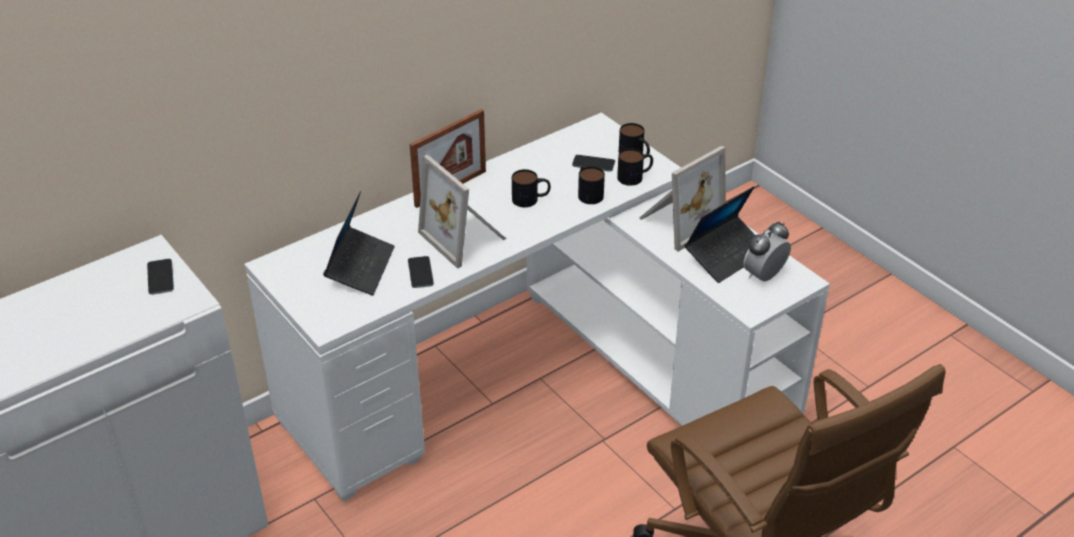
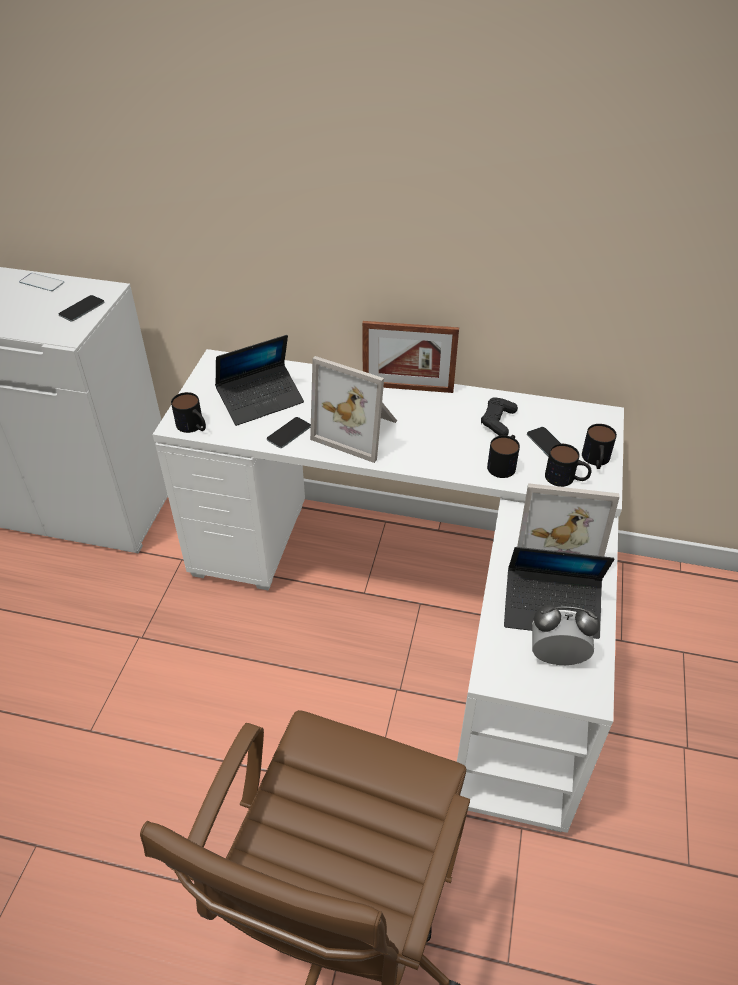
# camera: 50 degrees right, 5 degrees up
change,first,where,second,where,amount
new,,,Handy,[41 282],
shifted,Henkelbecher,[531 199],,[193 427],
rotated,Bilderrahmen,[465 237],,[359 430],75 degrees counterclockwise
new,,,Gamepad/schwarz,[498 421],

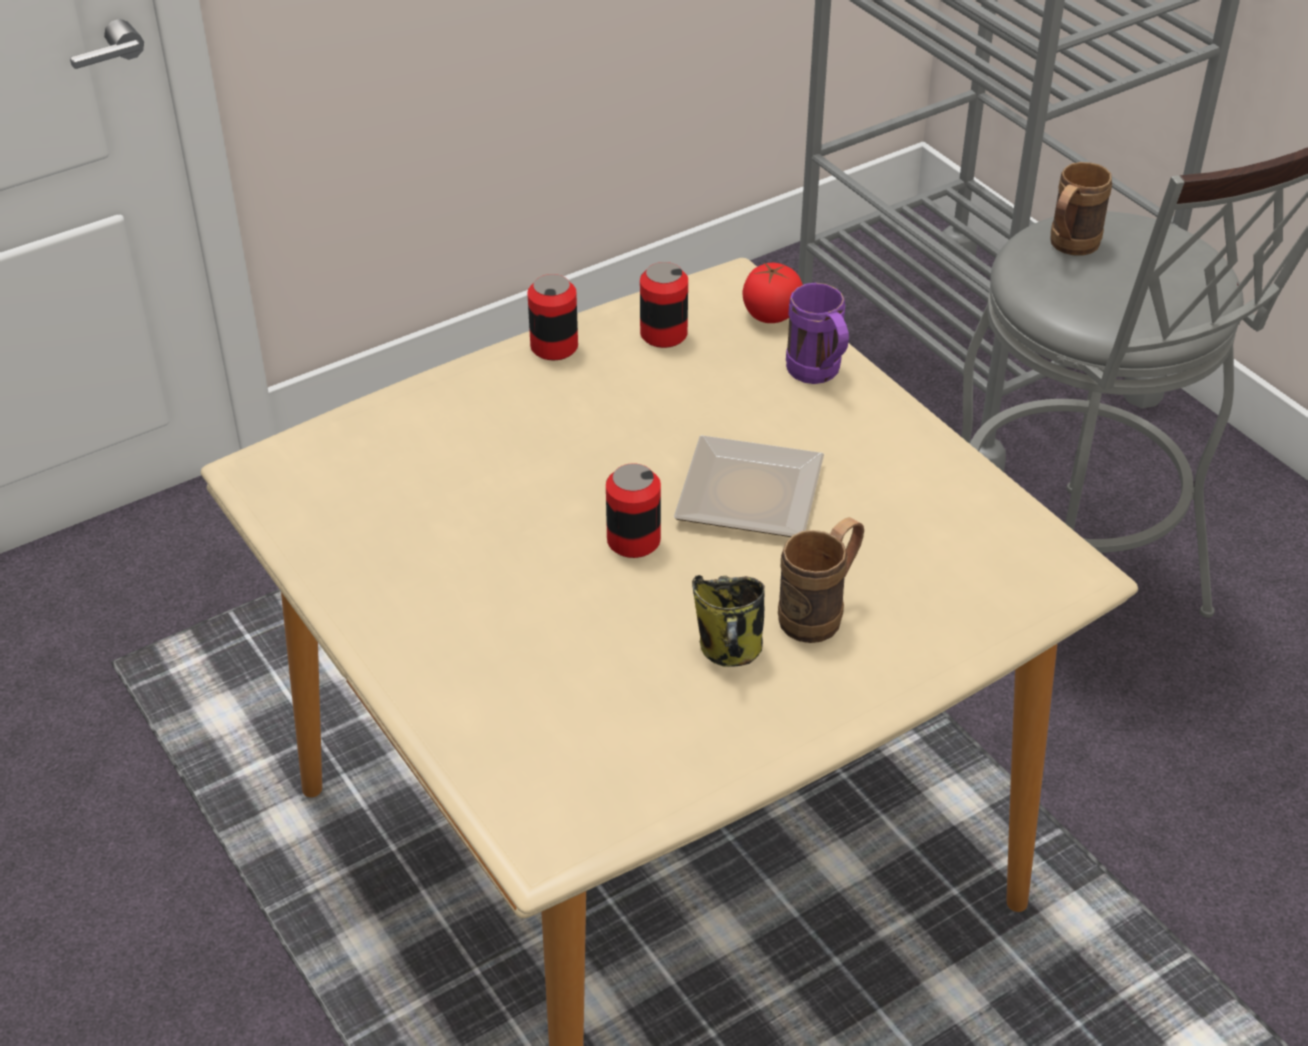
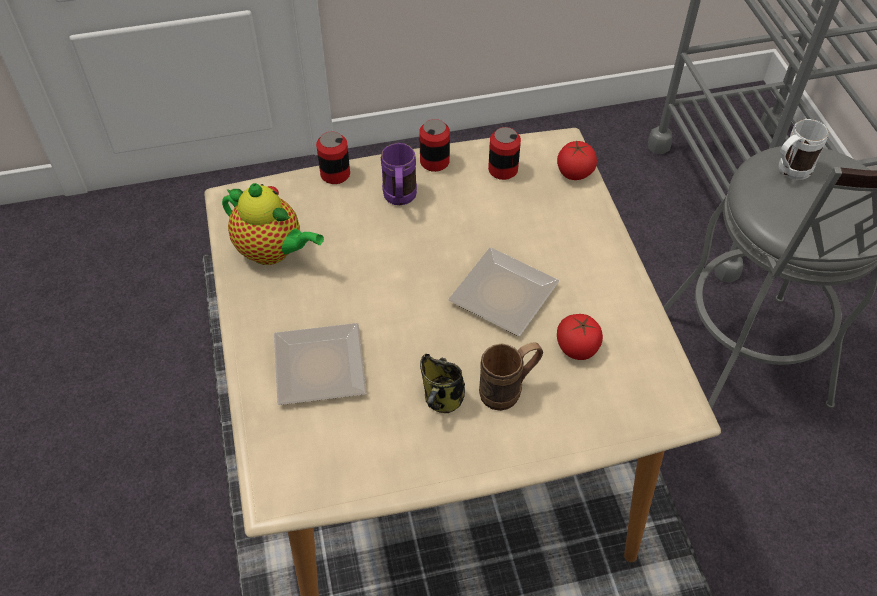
# camera: 20 degrees right, 10 degrees up
change,first,where,second,where,amount
new,,,Teekanne,[273 251],
new,,,Teller,[322 364],
shifted,Dose,[633 540],,[335 174],
shifted,Henkelbecher/lila,[818 376],,[399 200],
new,,,Tomate,[577 347],
repainted,Henkelbecher/braun,[1068 248],Henkelbecher/weiß,[788 172],

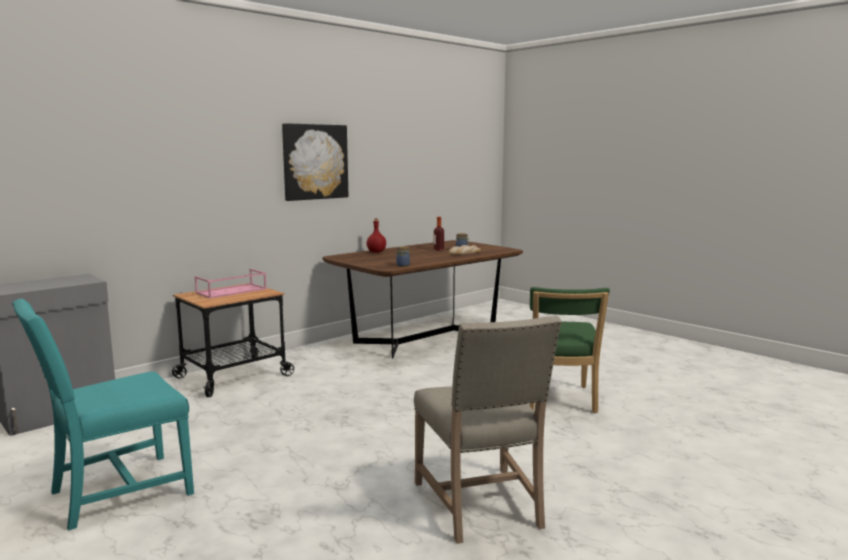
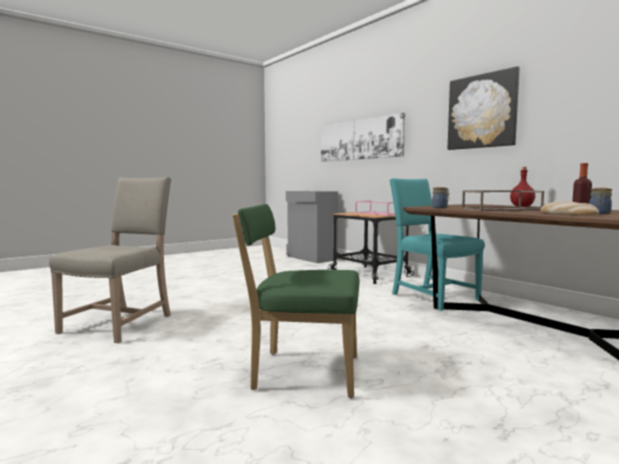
# camera: 95 degrees right, 5 degrees down
change,first,where,second,where,amount
rotated,Stuhl/beige,[481 505],,[121 323],120 degrees clockwise
new,,,Bild,[359 140],
shifted,Stuhl/türkis,[116 492],,[431 297],
new,,,Tablett/braun,[501 209],

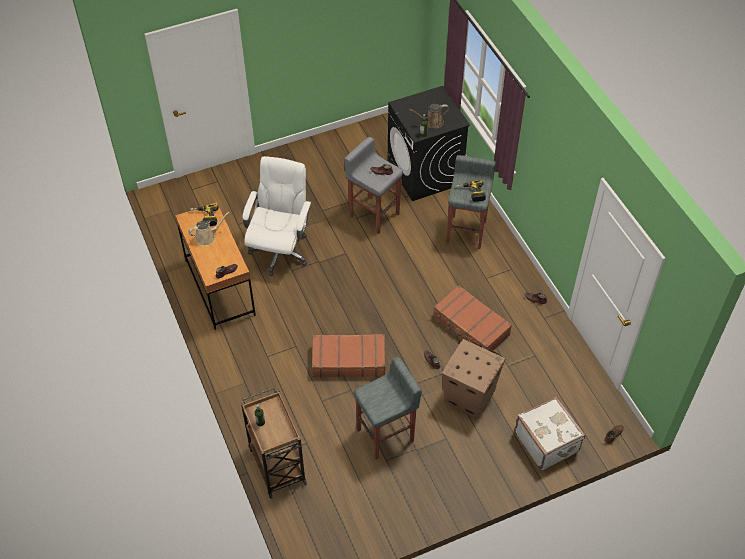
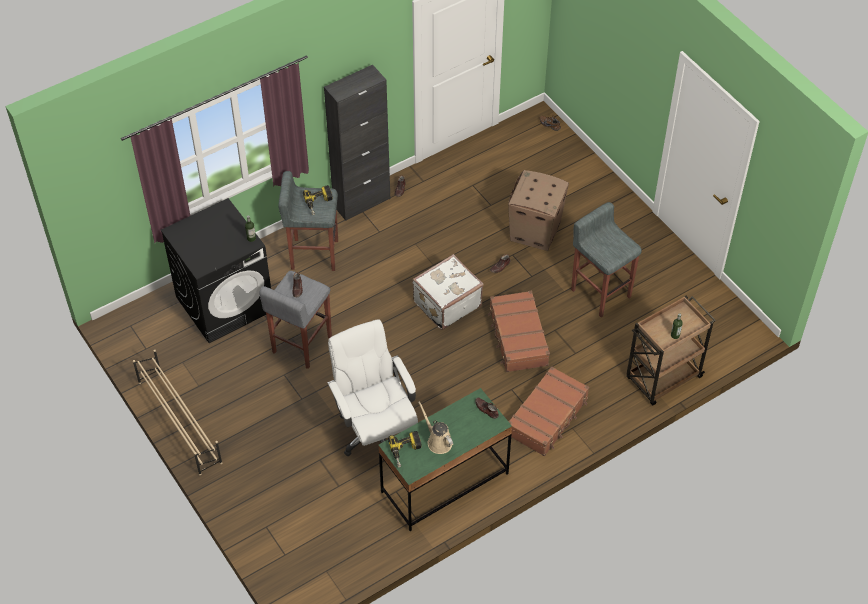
# camera: 100 degrees left, 0 degrees up
change,first,where,second,where,amount
new,,,Schuhregal/beige,[179 421],
new,,,Schrank/schwarz,[361 202],
rotated,Bürostuhl/weiß,[280 250],,[375 431],60 degrees clockwise
repainted,Schreibtisch/braun,[220 287],Schreibtisch/grün,[444 483],
shifted,Koffer/weiß,[547 441],,[446 303],
shifted,Koffer/braun,[471 326],,[548 417],
gone,Gießkanne/braun,[432 122],,,

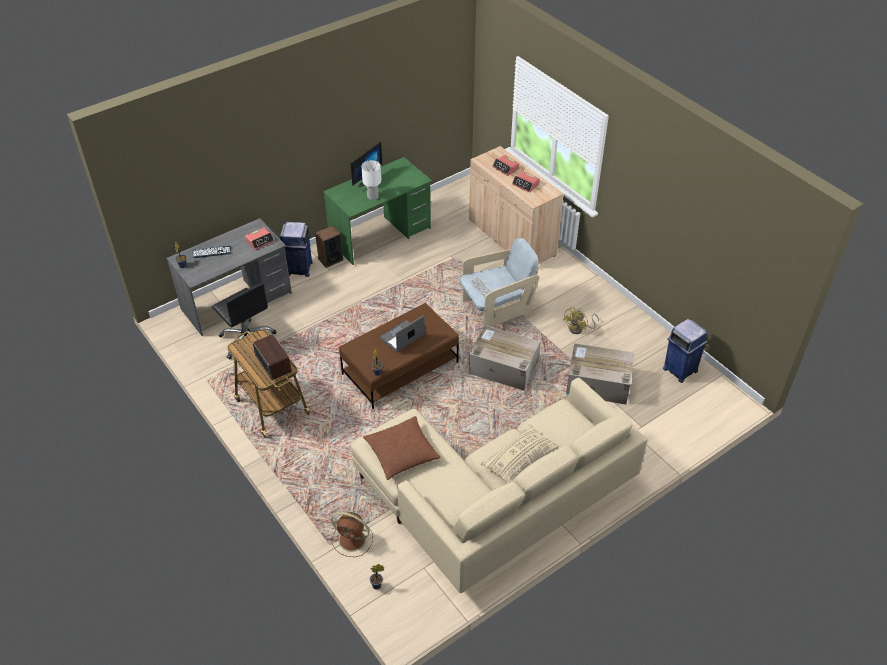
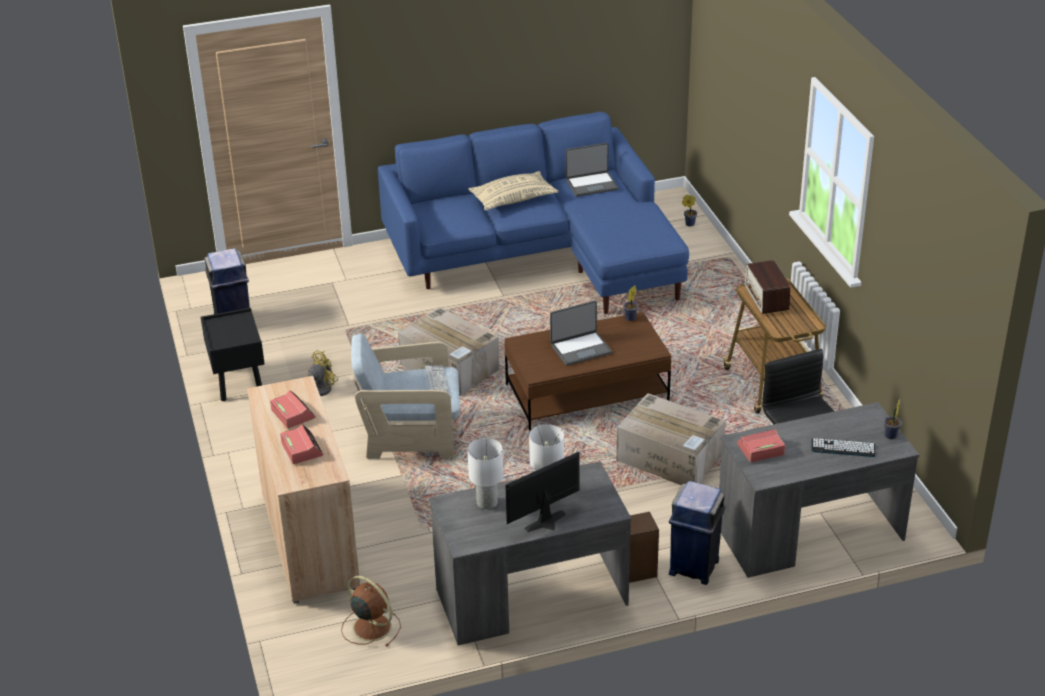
# camera: 160 degrees left, 10 degrees down
change,first,where,second,where,amount
new,,,Nachttisch/schwarz,[237 380],
shifted,Ventilator/braun,[353 540],,[370 626],
repainted,Sofa/beige,[494 502],Sofa/blau,[541 256],
repainted,Schreibtisch/grün,[380 235],Schreibtisch/grau,[531 597],
new,,,Tischlampe/weiß,[487 503],
new,,,Laptop,[591 184],
shifted,Karton,[597 383],,[671 458],
gone,Kissen/braun,[402 452],,,

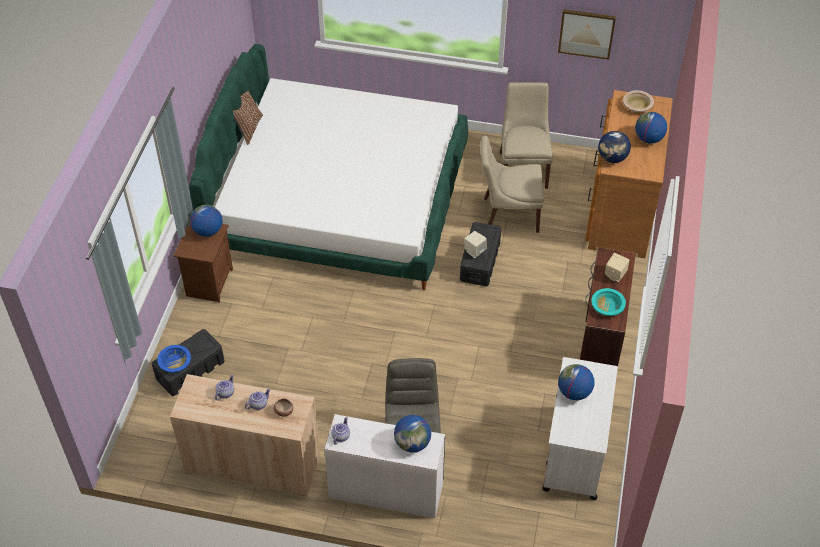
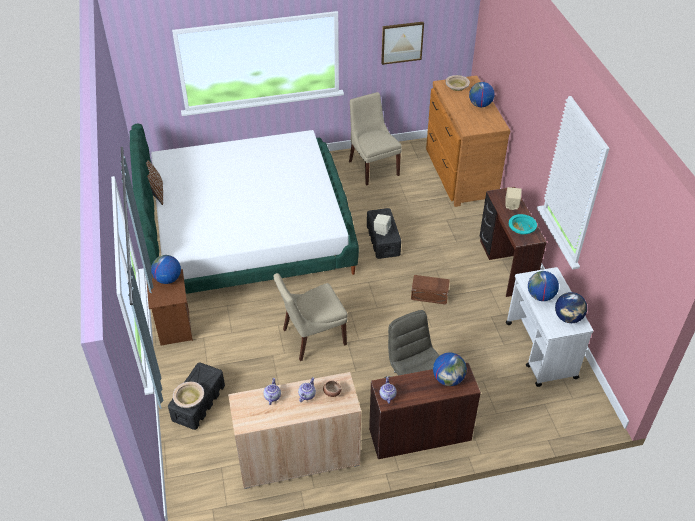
# camera: 25 degrees left, 5 degrees down
change,first,where,second,where,amount
repainted,Schüssel/blau,[175 362],Schüssel/beige,[189 398],
shifted,Stuhl/beige,[508 215],,[312 337],
repainted,Schreibtisch/weiß,[386 489],Schreibtisch/braun,[419 434],
new,,,Aufbewahrungsbox/braun,[430 296],
shifted,Globus,[612 158],,[568 318],

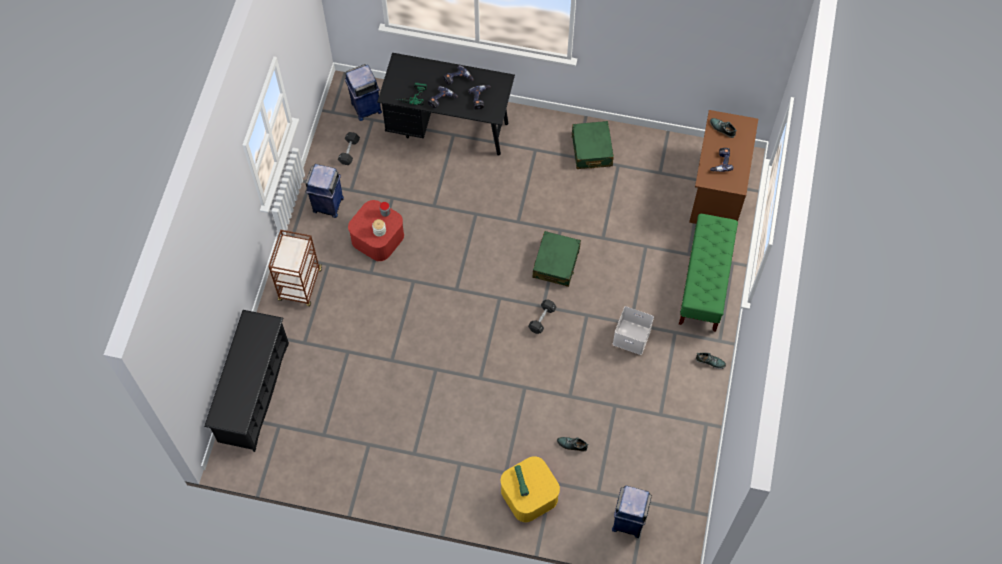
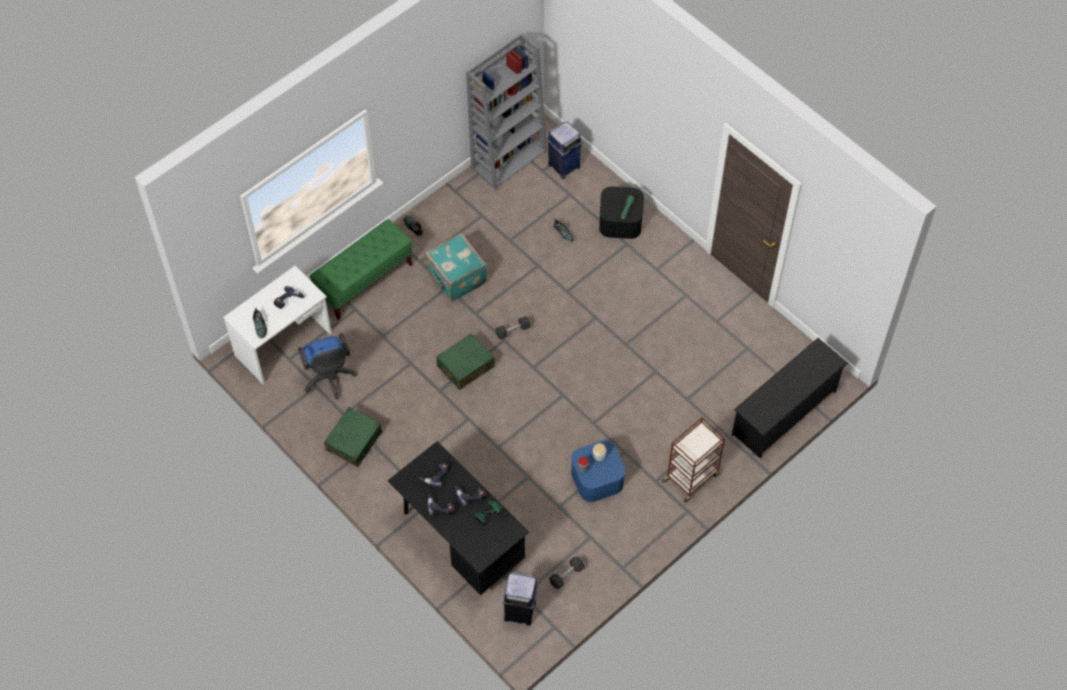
# camera: 145 degrees left, 5 degrees down
change,first,where,second,where,amount
repainted,Schreibtisch/braun,[717 189],Schreibtisch/weiß,[284 344],
new,,,Bürostuhl/blau,[329 379],
swapped,Aufbewahrungsbox/weiß,[630 337],Koffer/türkis,[456 278],
new,,,Bücherregal/grau,[509 159],
repainted,Aufbewahrungsbox/rot,[378 237],Aufbewahrungsbox/blau,[597 478],
repainted,Aufbewahrungsbox/gelb,[529 494],Aufbewahrungsbox/schwarz,[620 220],
gone,Mülleimer/blau,[328 205],,,

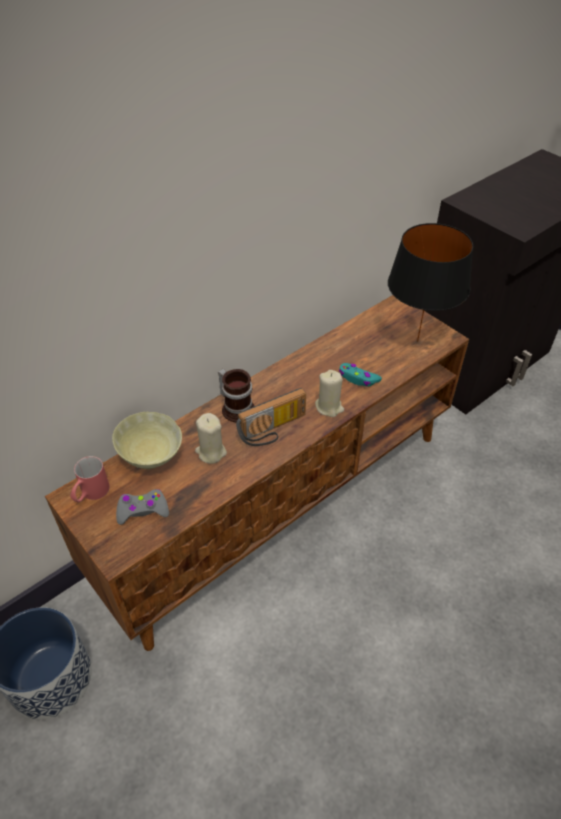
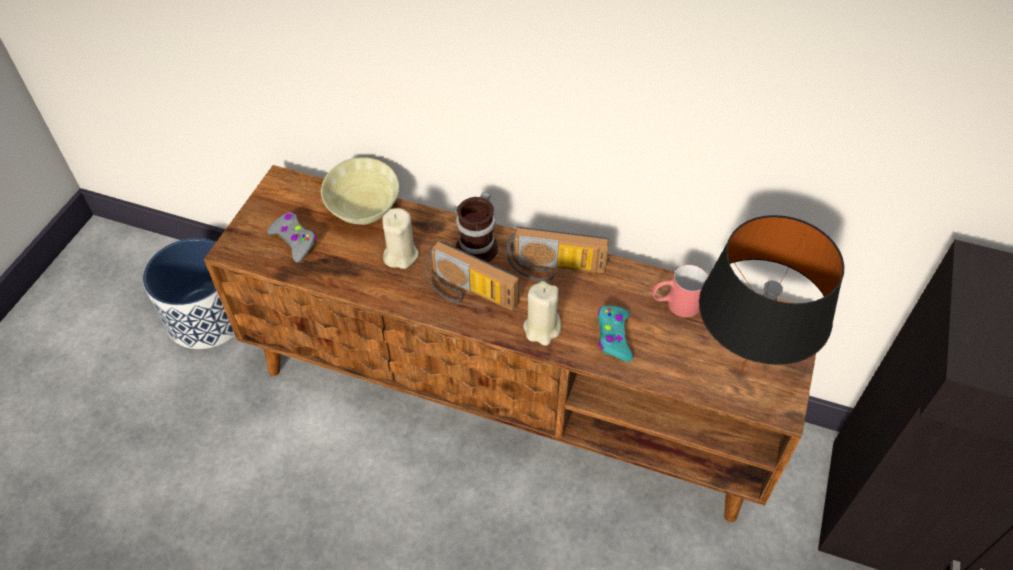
# camera: 60 degrees right, 5 degrees up
change,first,where,second,where,amount
new,,,Radio,[555 270],
shifted,Henkelbecher/rot,[91 494],,[675 304],

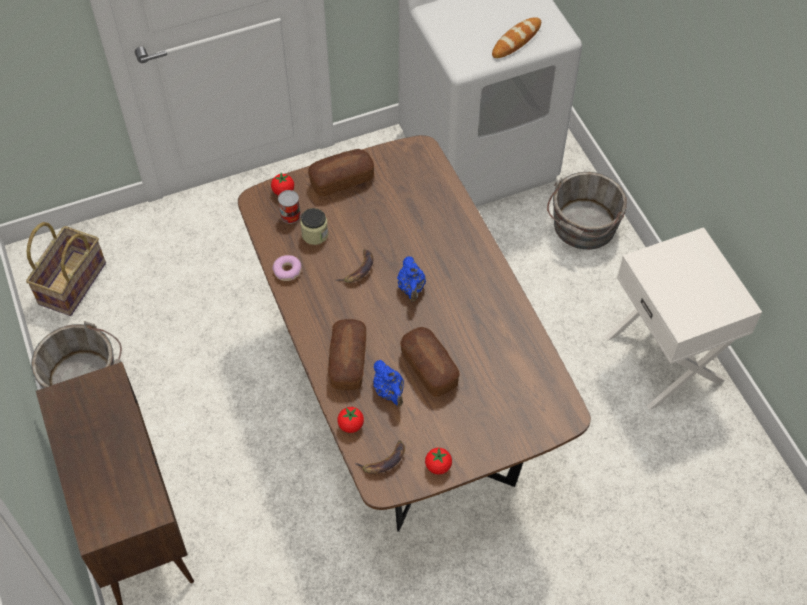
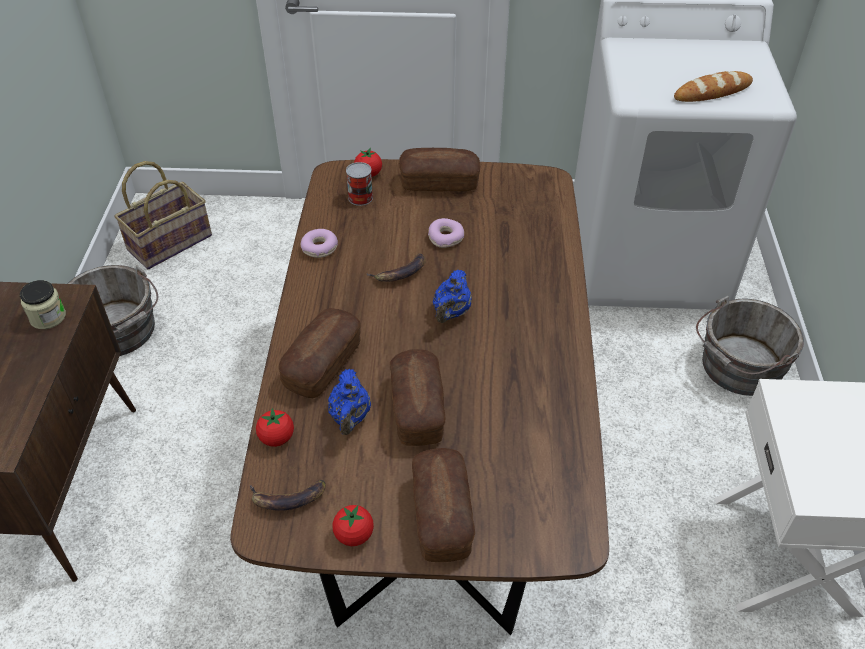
# camera: 25 degrees right, 10 degrees down
change,first,where,second,where,amount
shifted,Vorratsglas,[315 234],,[48 317],
new,,,Brot,[441 516],
new,,,Donut,[445 237],

